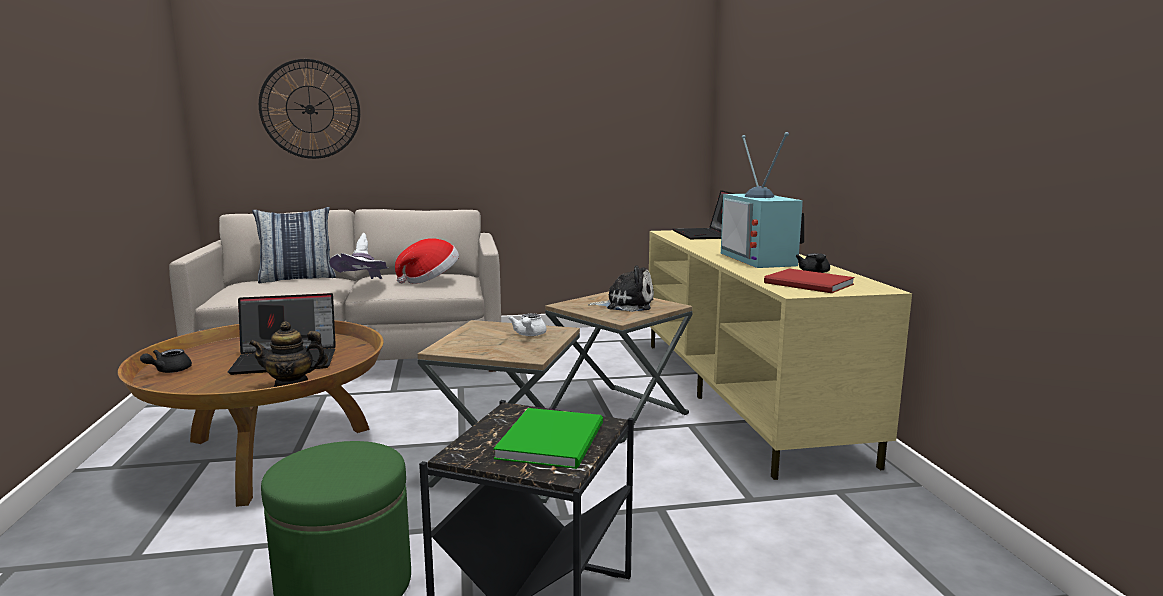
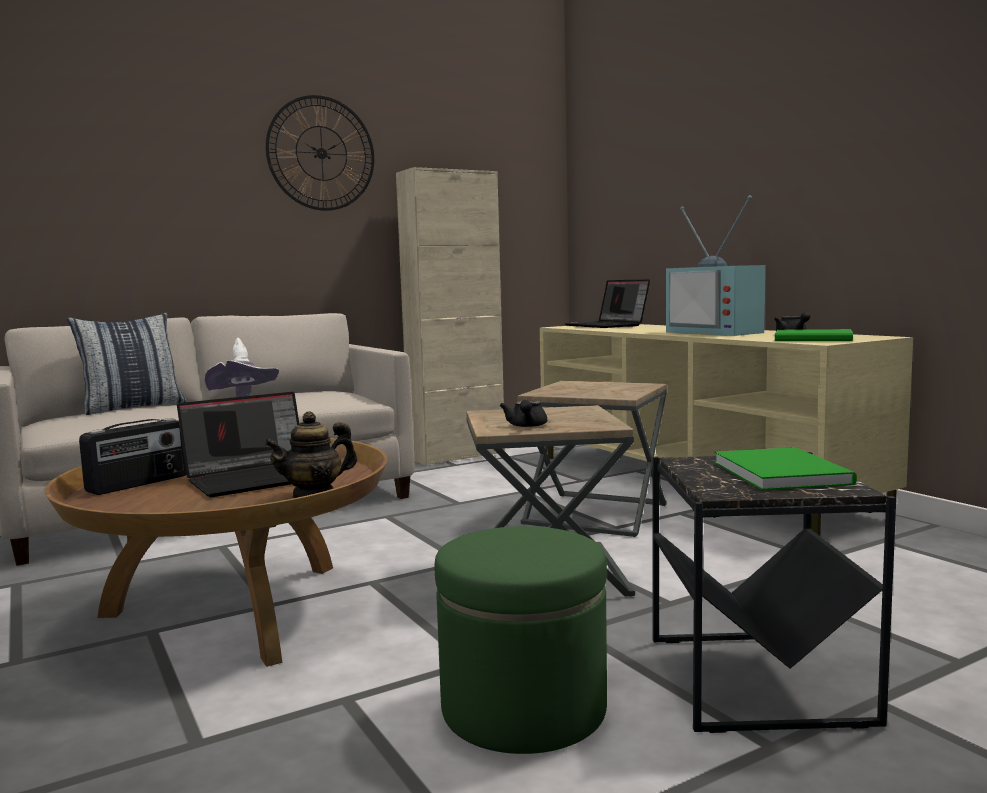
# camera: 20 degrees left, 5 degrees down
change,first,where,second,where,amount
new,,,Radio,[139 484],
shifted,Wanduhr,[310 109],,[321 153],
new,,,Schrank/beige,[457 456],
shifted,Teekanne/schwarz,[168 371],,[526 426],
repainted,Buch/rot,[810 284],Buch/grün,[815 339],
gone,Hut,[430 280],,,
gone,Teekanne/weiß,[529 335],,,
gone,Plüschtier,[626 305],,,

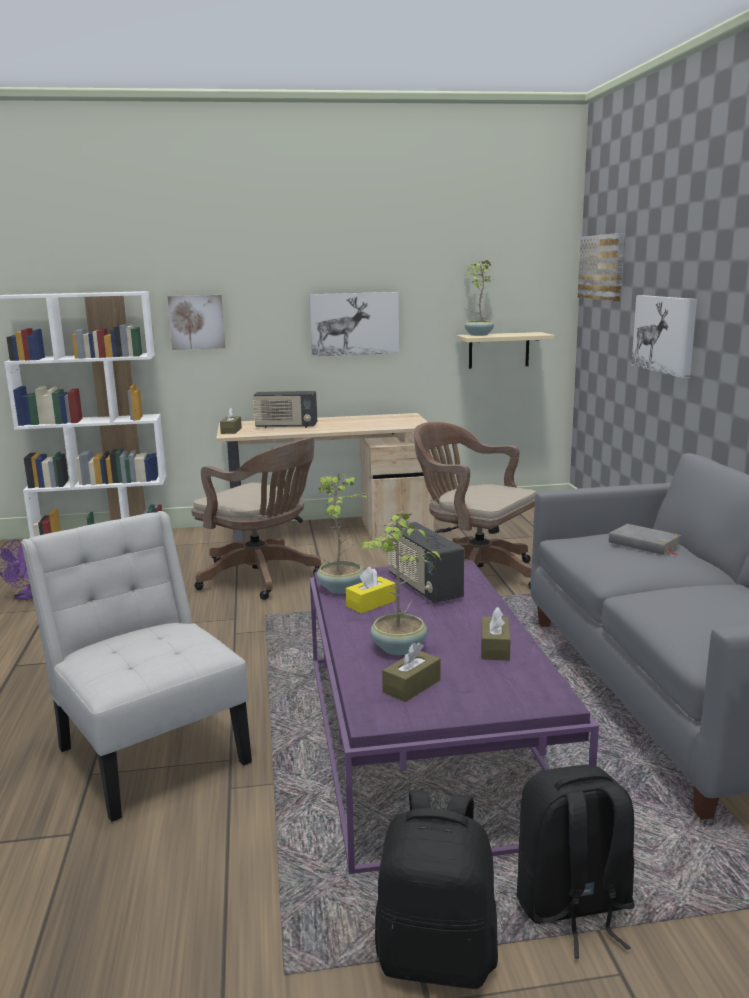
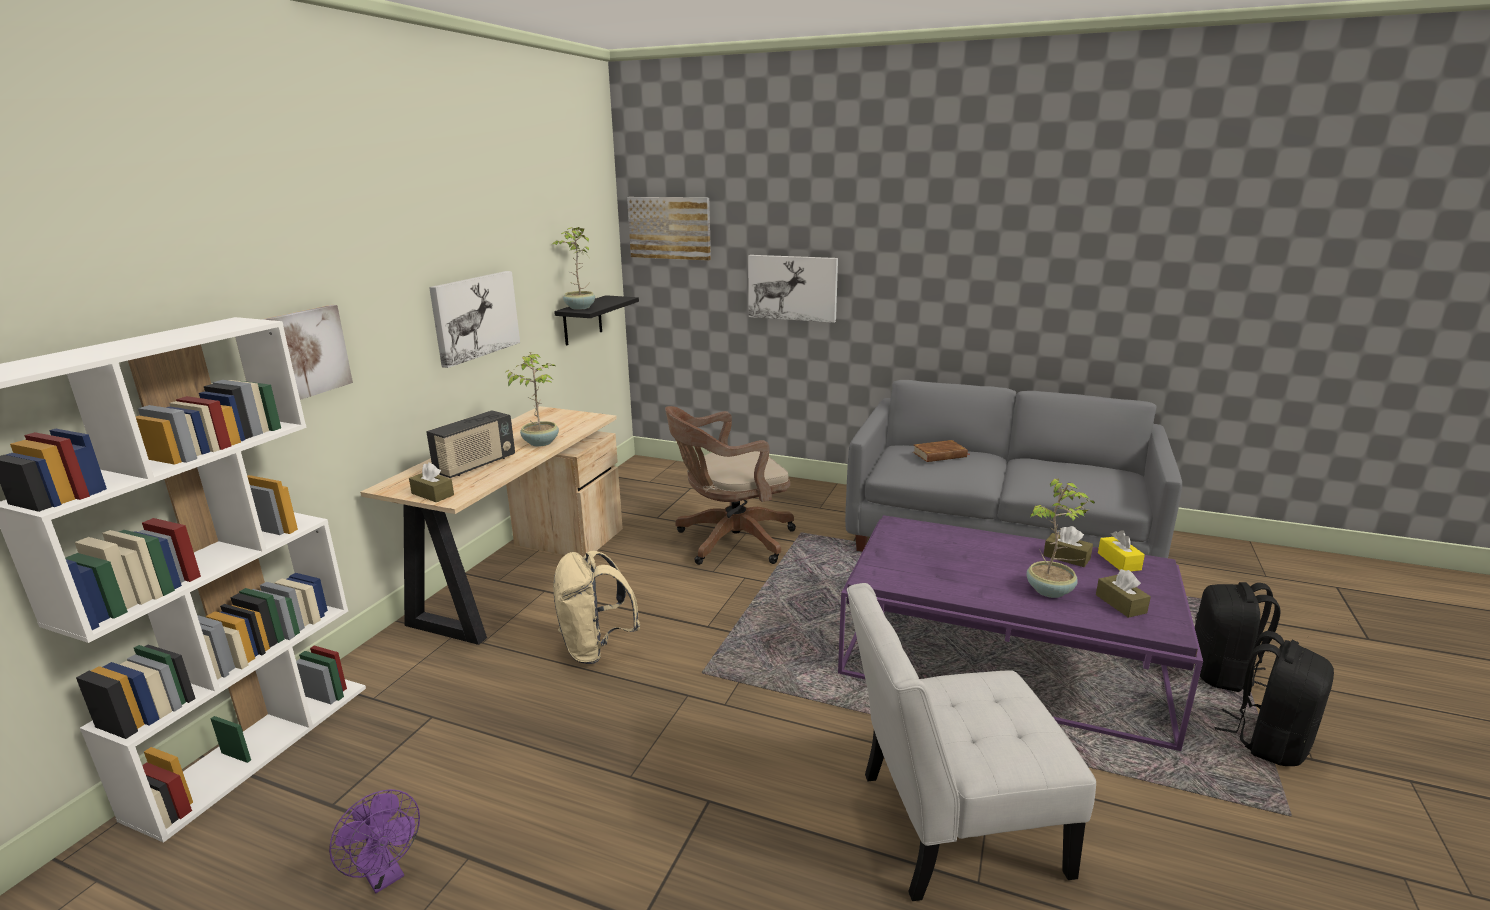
# camera: 60 degrees left, 5 degrees up
change,first,where,second,where,amount
shifted,Topfpflanze,[342 588],,[541 442],
swapped,Bürostuhl/braun,[262 577],Rucksack/beige,[595 648],
repainted,Wandregal/beige,[498 350],Wandregal/schwarz,[582 320],
repainted,Buch/grau,[644 544],Buch/braun,[940 455],
shifted,Taschentuchbox/gelb,[371 603],,[1119 561],
gone,Radio,[423 587],,,

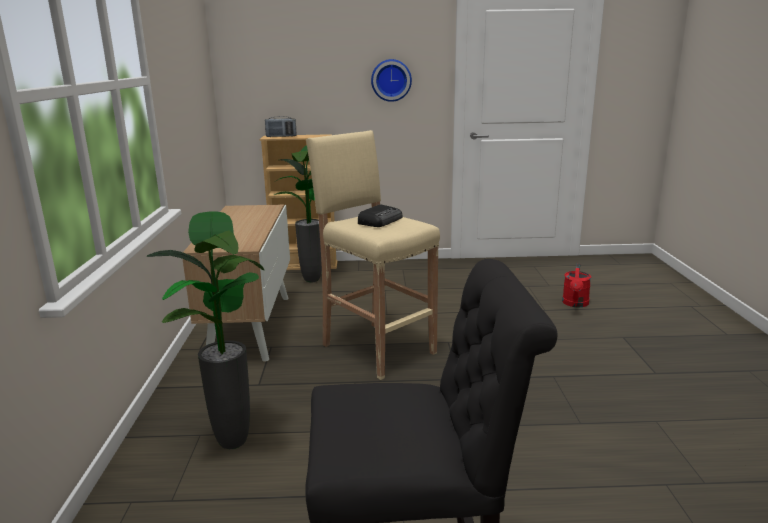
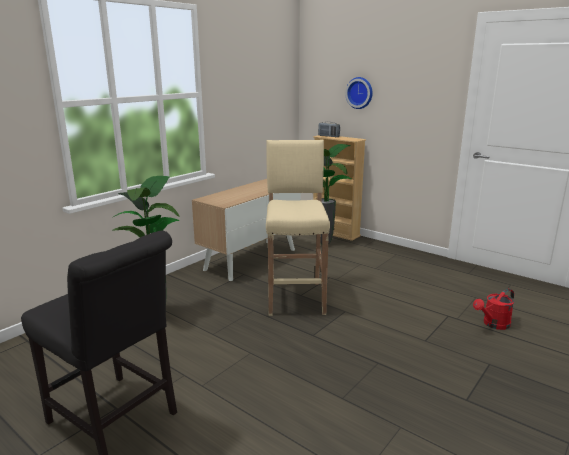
# camera: 40 degrees right, 0 degrees up
change,first,where,second,where,amount
shifted,Wanduhr,[391 80],,[360 93],
gone,Radio,[380 220],,,

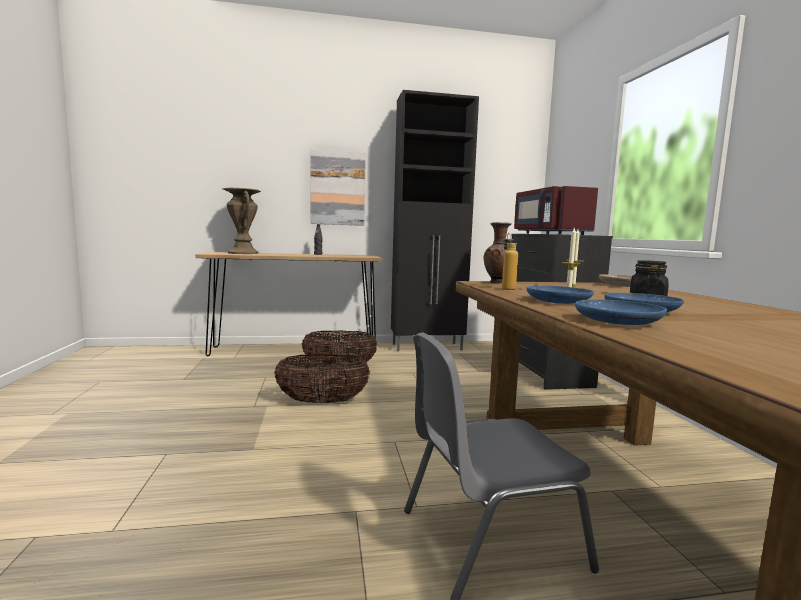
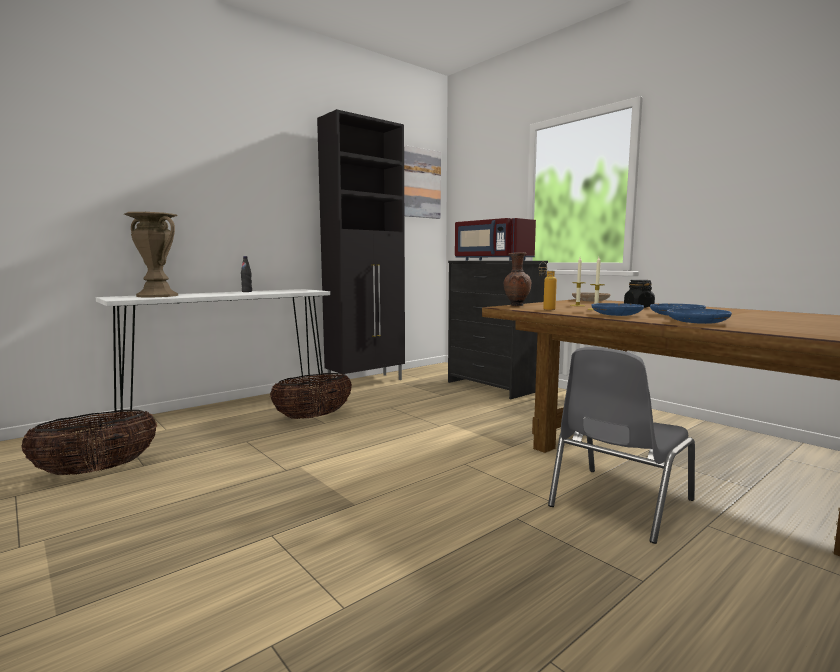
# camera: 30 degrees left, 0 degrees up
change,first,where,second,where,amount
shifted,Korb,[322 402],,[97 470],
repainted,Konsolentisch/braun,[294 350],Konsolentisch/weiß,[230 409],
shifted,Bild,[337 188],,[419 183],

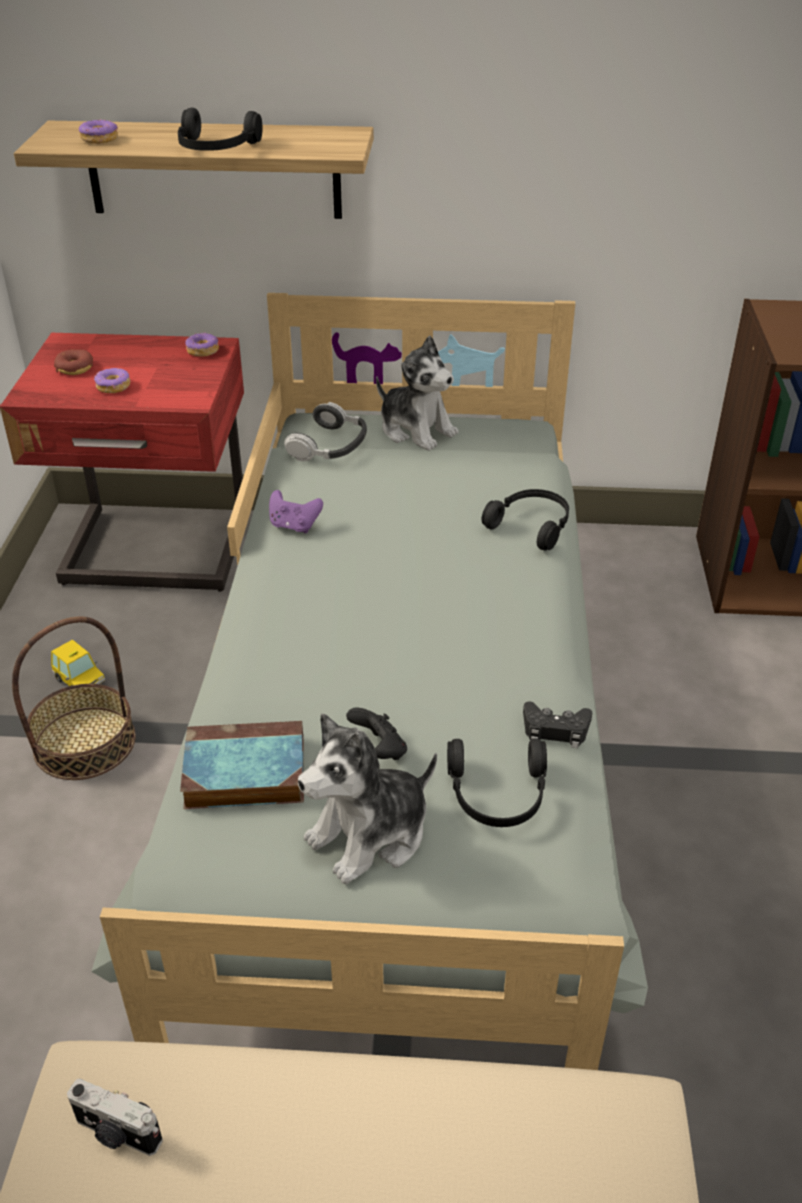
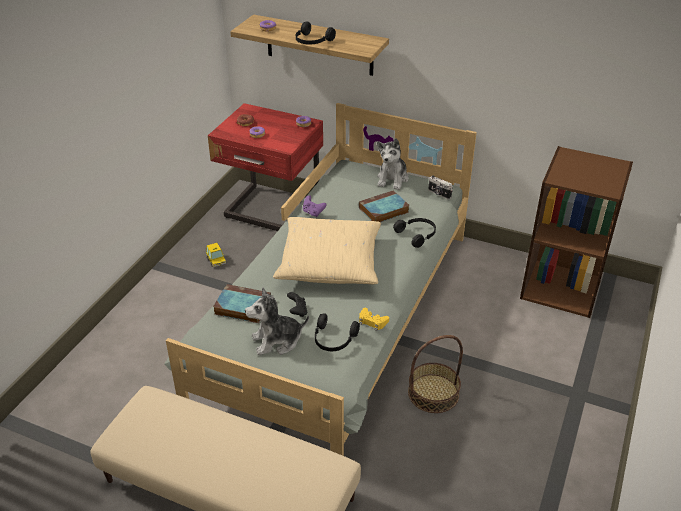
# camera: 20 degrees right, 0 degrees up
change,first,where,second,where,amount
new,,,Kissen/beige,[330 262],
new,,,Buch,[383 211],
repainted,Gamepad/schwarz,[555 730],Gamepad/gelb,[372 322],
rotated,Plüschtier,[416 430],,[392 179],45 degrees clockwise
shifted,Korb,[84 743],,[433 393],
shifted,Kamera,[117 1133],,[439 194],
gone,Kopfhörer,[330 446],,,

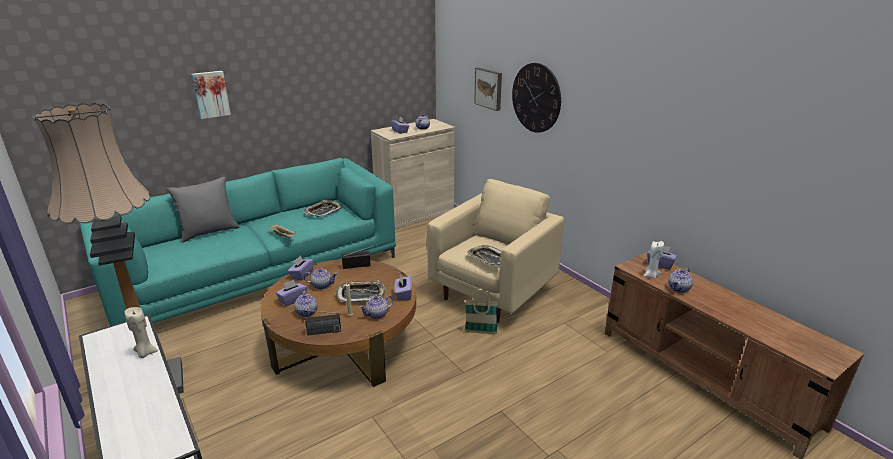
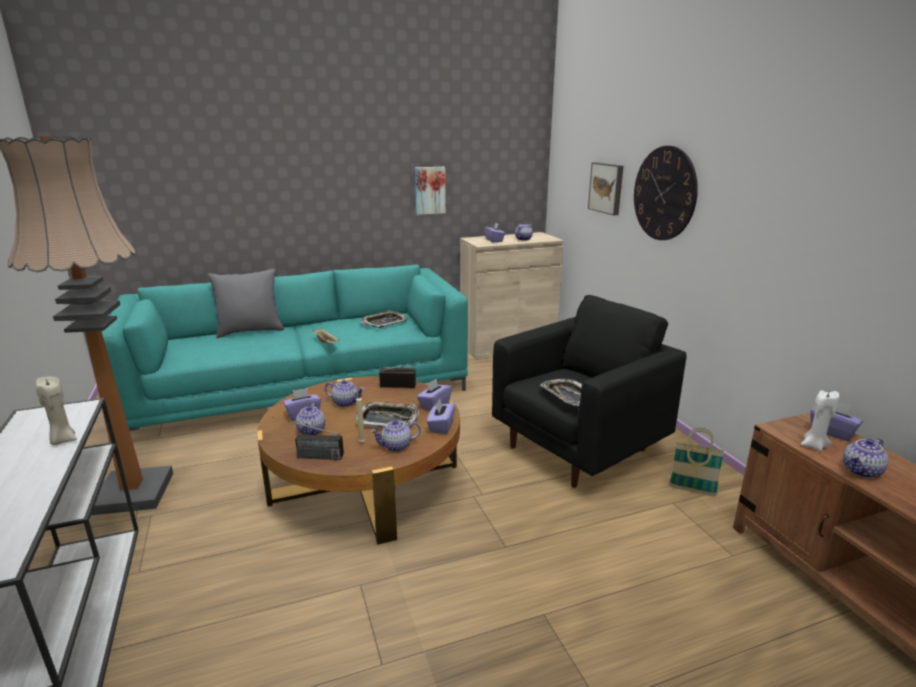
# camera: 15 degrees right, 5 degrees down
change,first,where,second,where,amount
shifted,Bild,[211 94],,[429 190],
shifted,Taschentuchbox/lila,[301 275],,[434 404],
repainted,Sessel/beige,[492 293],Sessel/schwarz,[577 449],
shifted,Korb,[480 332],,[692 490],

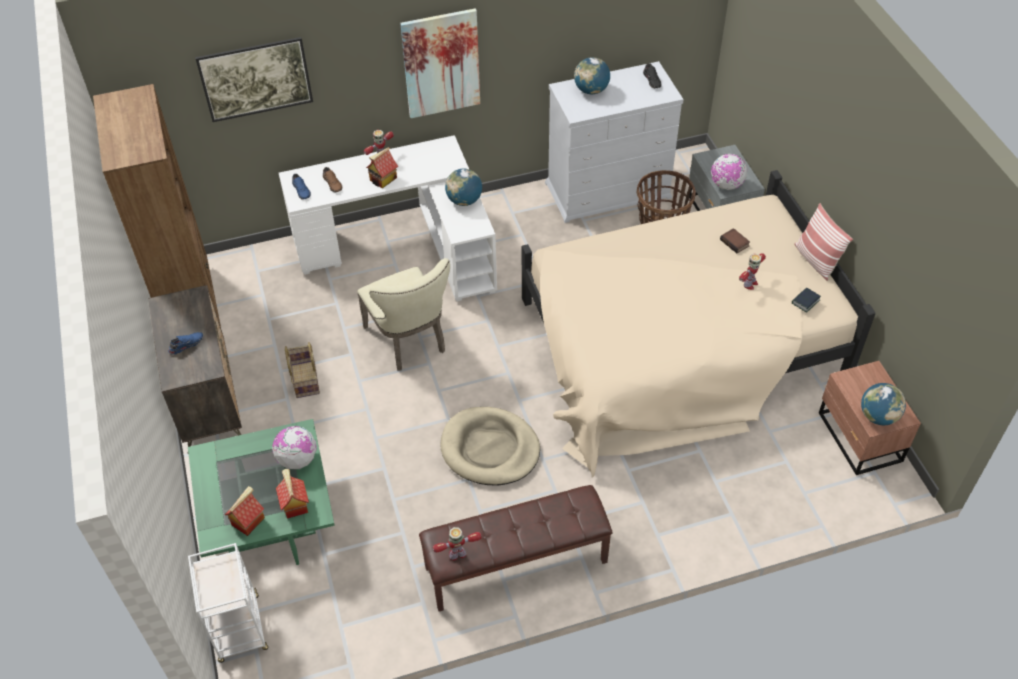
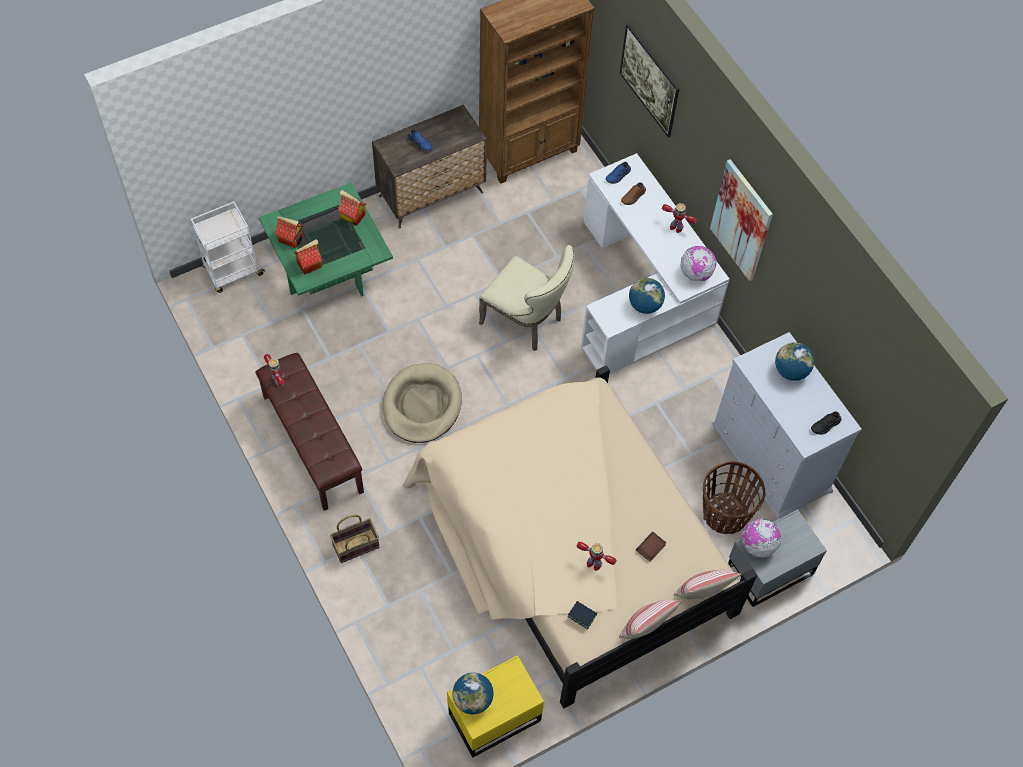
# camera: 75 degrees right, 10 degrees up
change,first,where,second,where,amount
shifted,Korb,[304 379],,[356 545],
shifted,Spielzeughaus,[383 179],,[352 216],
repainted,Nachttisch/braun,[859 438],Nachttisch/gelb,[492 716],
rotated,Stuhl/beige,[409 341],,[526 321],105 degrees counterclockwise
new,,,Kissen,[702 592],
shifted,Globus,[297 459],,[695 273],

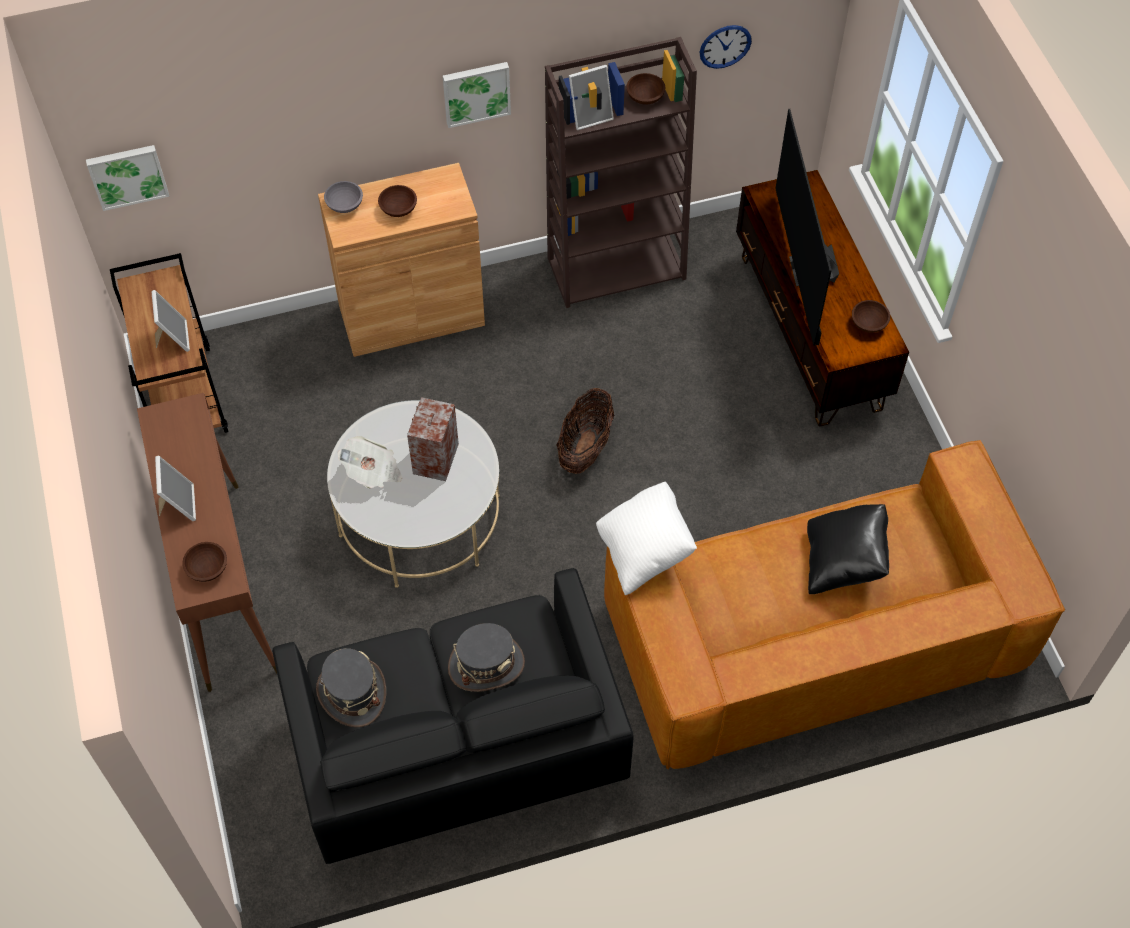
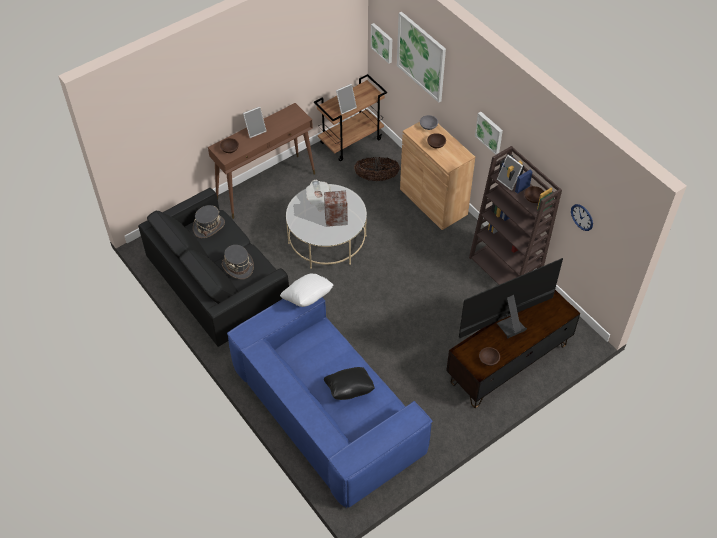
# camera: 70 degrees right, 5 degrees down
change,first,where,second,where,amount
repainted,Sofa/braun,[814 634],Sofa/blau,[328 409],
shifted,Korb,[585 447],,[376 177],
new,,,Bild,[421 56],

